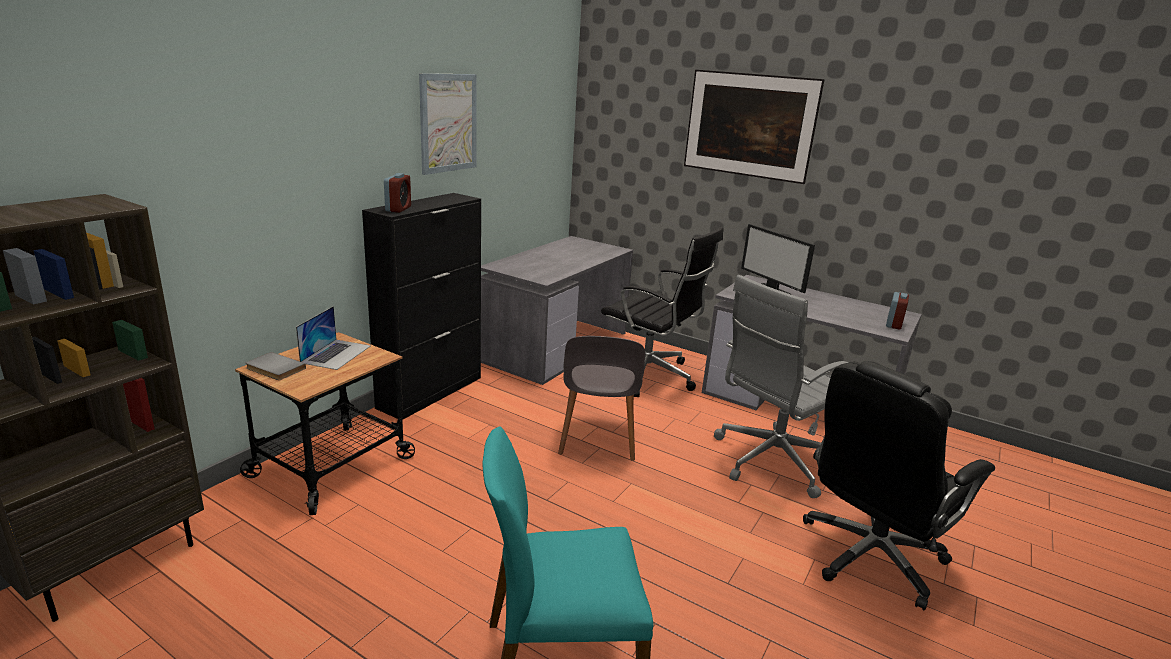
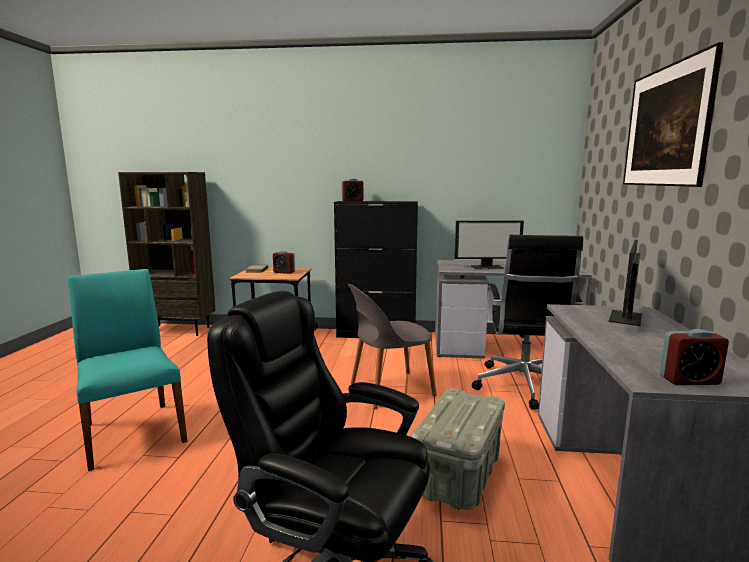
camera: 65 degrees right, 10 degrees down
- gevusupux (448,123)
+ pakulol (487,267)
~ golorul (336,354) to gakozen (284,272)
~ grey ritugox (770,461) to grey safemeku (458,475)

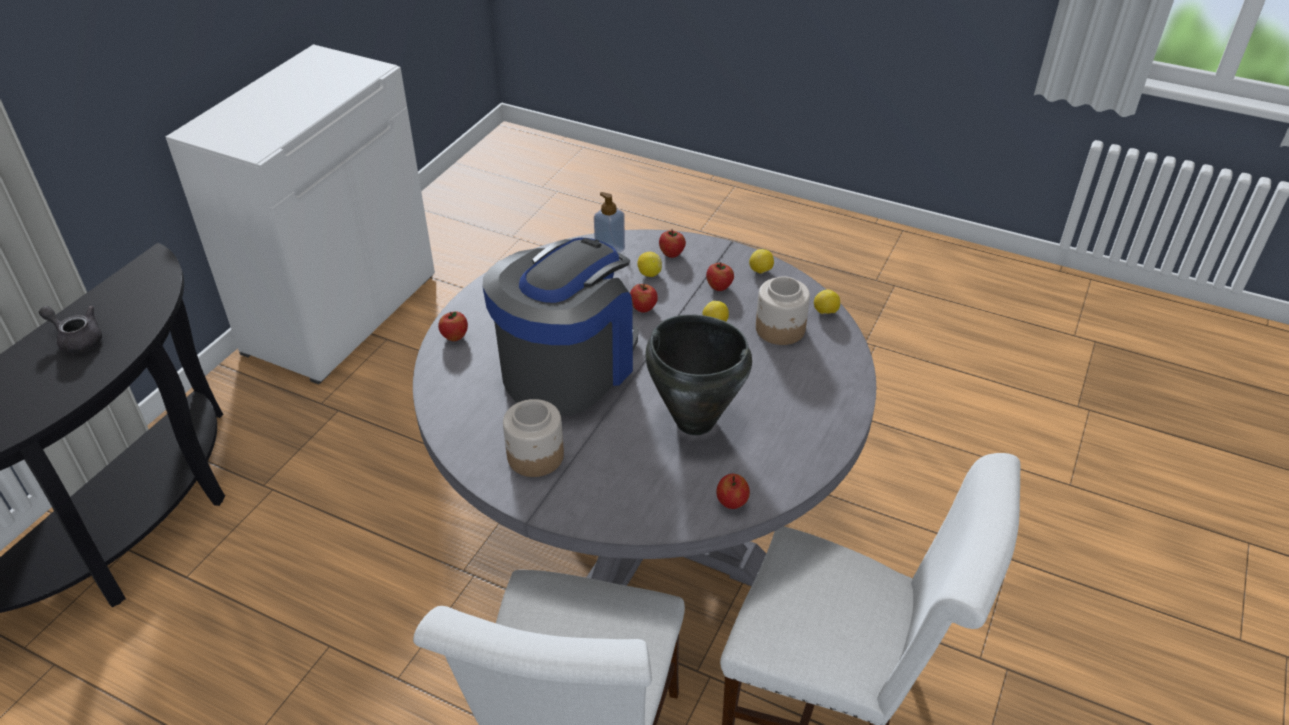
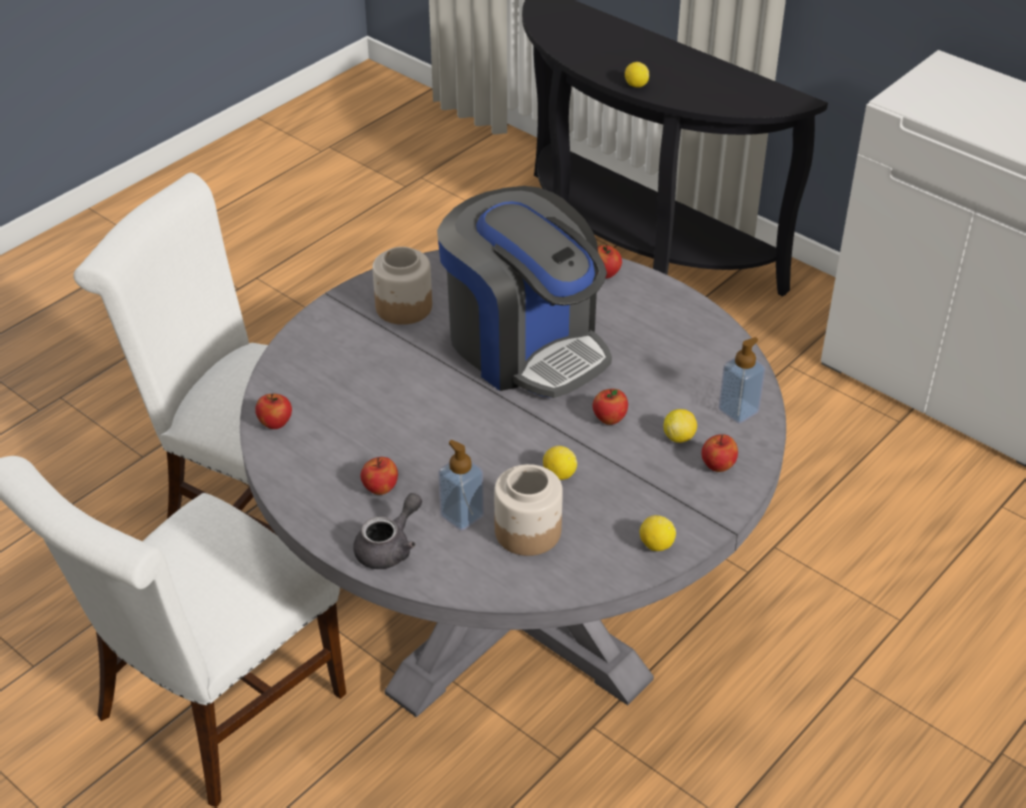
camera: 105 degrees right, 0 degrees up
- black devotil (694,420)
+ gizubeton (462,516)
~ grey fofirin (77,339) to (389,547)
~ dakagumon (719,287) to (380,488)
~ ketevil (825,312) to (636,85)

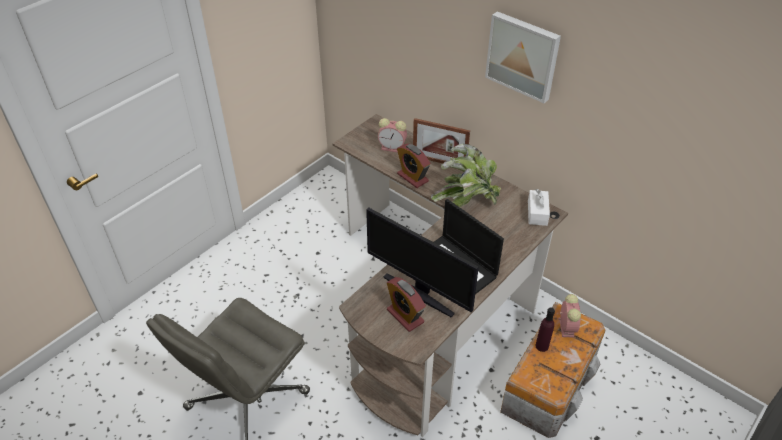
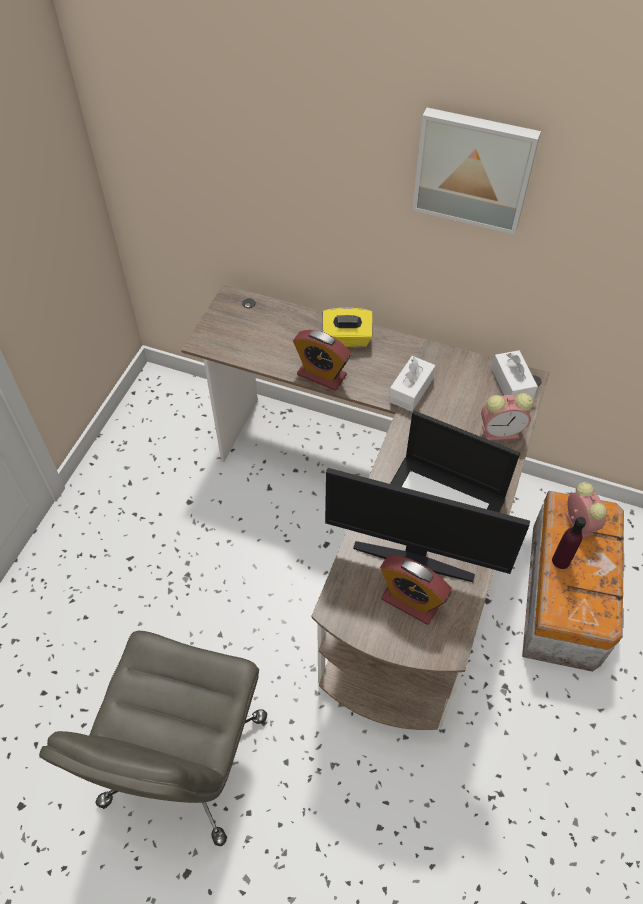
camera: 20 degrees left, 10 degrees up
~ gakozen (393,148) to (502,432)
~ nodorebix (439,161) to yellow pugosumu (346,339)
~ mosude (466,200) to white pugosumu (411,390)

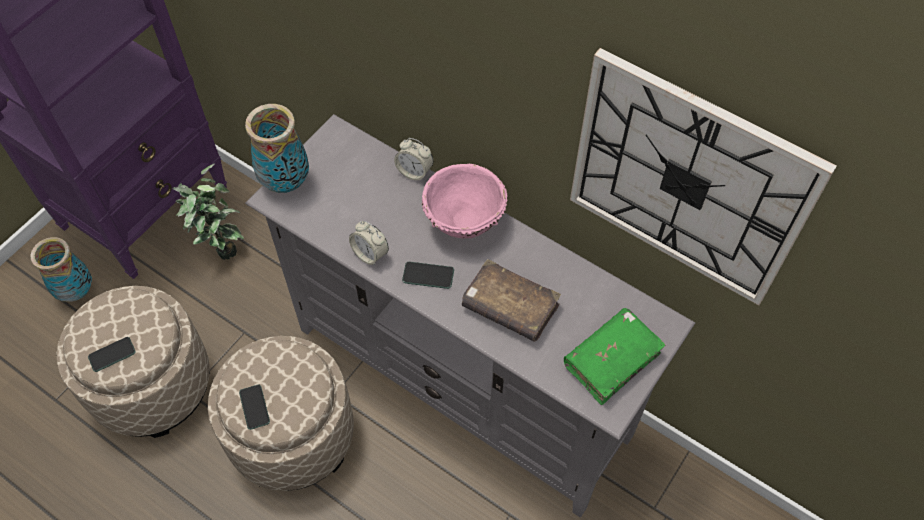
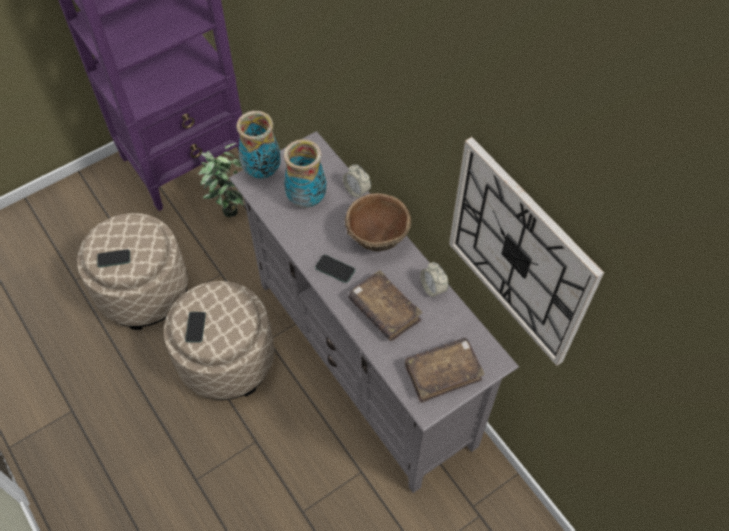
camera: 20 degrees right, 0 degrees up
~ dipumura (76,290) to (306,198)
~ gakozen (370,254) to (433,288)
~ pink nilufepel (463,221) to brown nilufepel (377,238)
~ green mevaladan (612,360) to brown mevaladan (443,373)

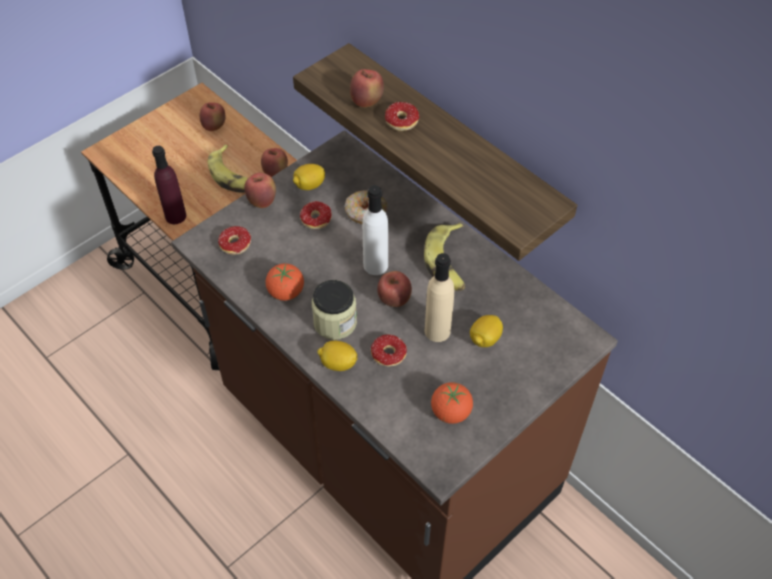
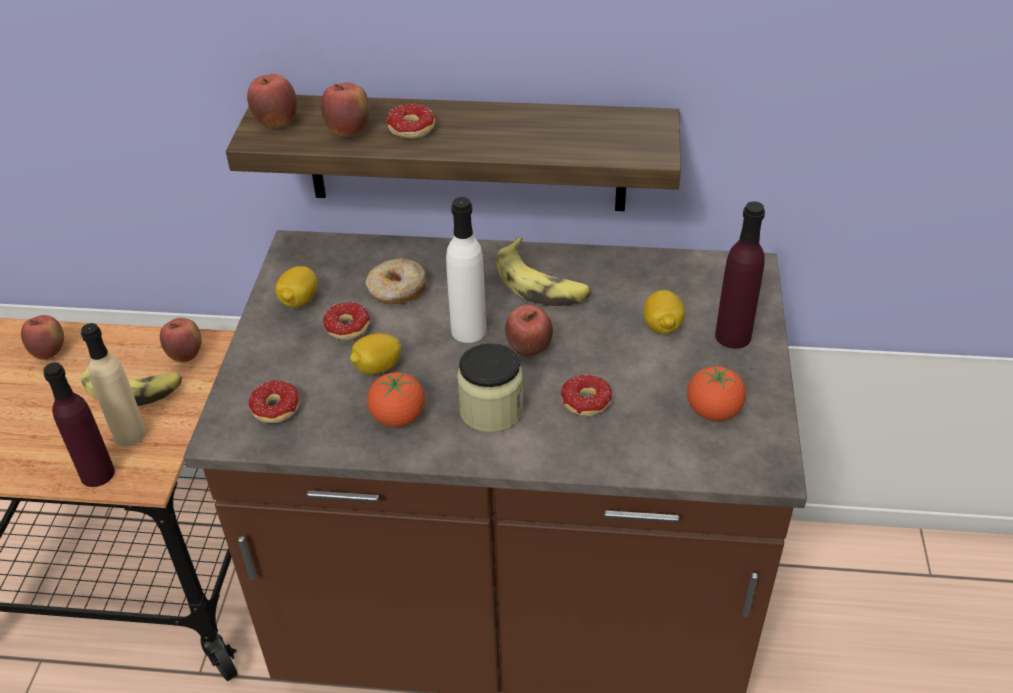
camera: 40 degrees left, 10 degrees down
+ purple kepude (733,336)
~ dakagumon (262,201) to (276,123)
~ ketevil (338,363) to (377,368)
~ beige kepude (437,331) to (129,434)

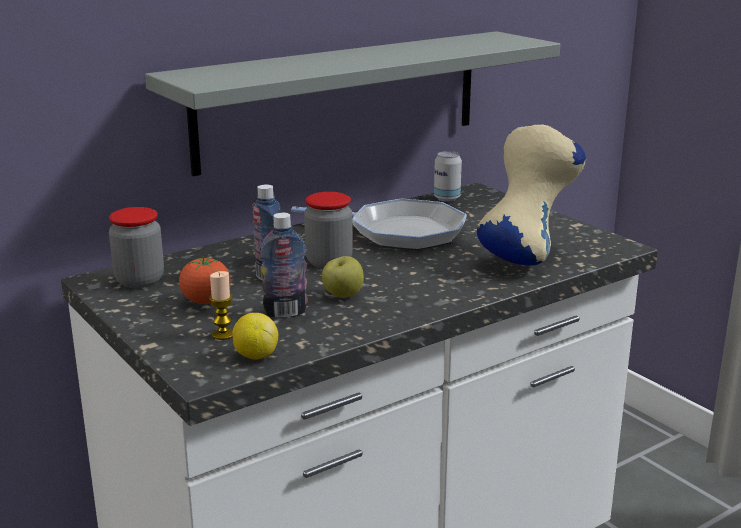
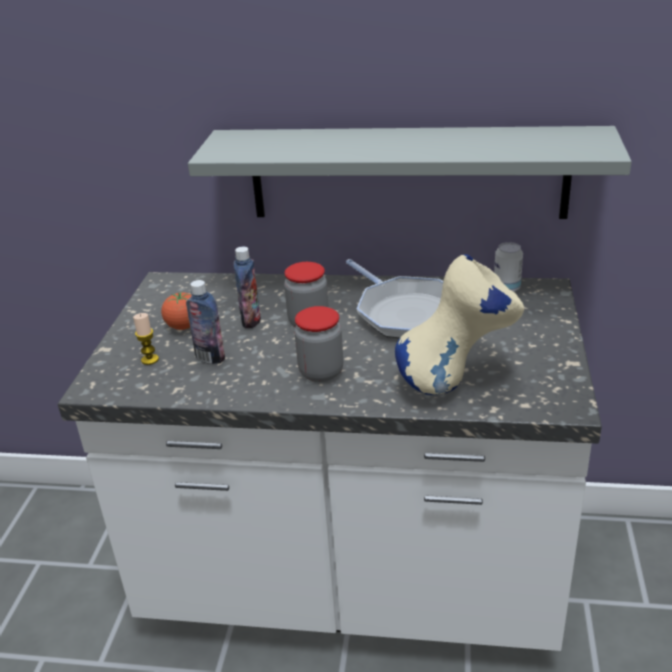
camera: 45 degrees right, 10 degrees up
- ketevil (256,355)
- dakagumon (343,296)
~ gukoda (139,281) to (321,372)

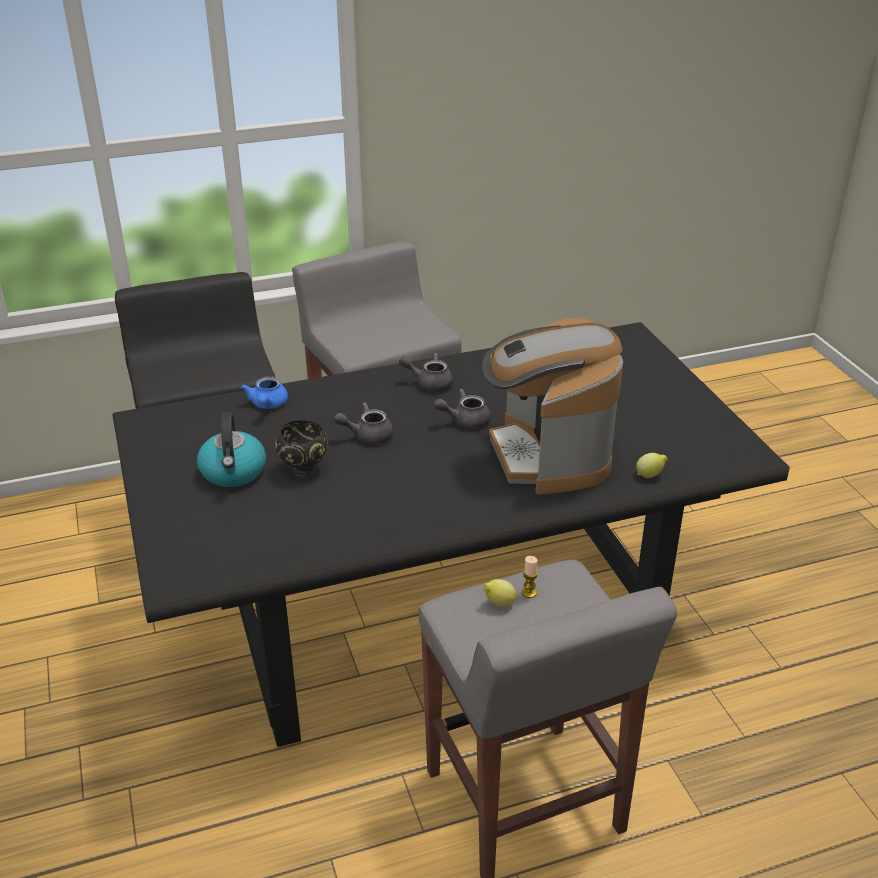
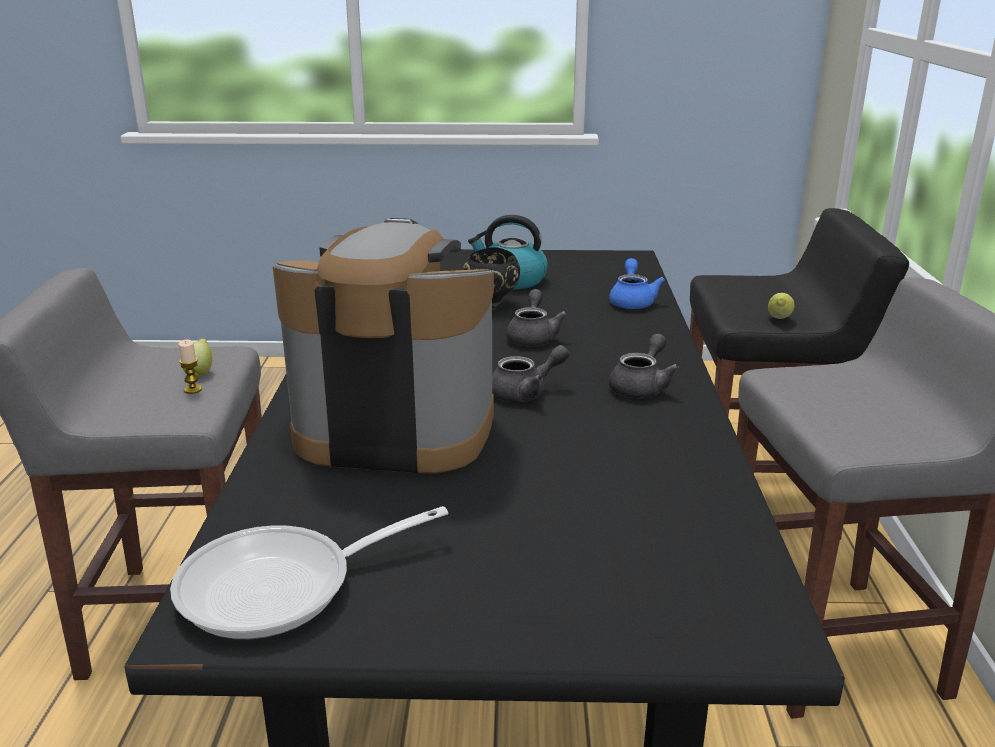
camera: 110 degrees right, 10 degrees down
+ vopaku (282,587)
~ ketevil (650,475) to (779,319)
~ blue fofirin (267,405) = (632,301) 75 degrees clockwise
~ grey fofirin (465,420) = (525,393) 60 degrees clockwise

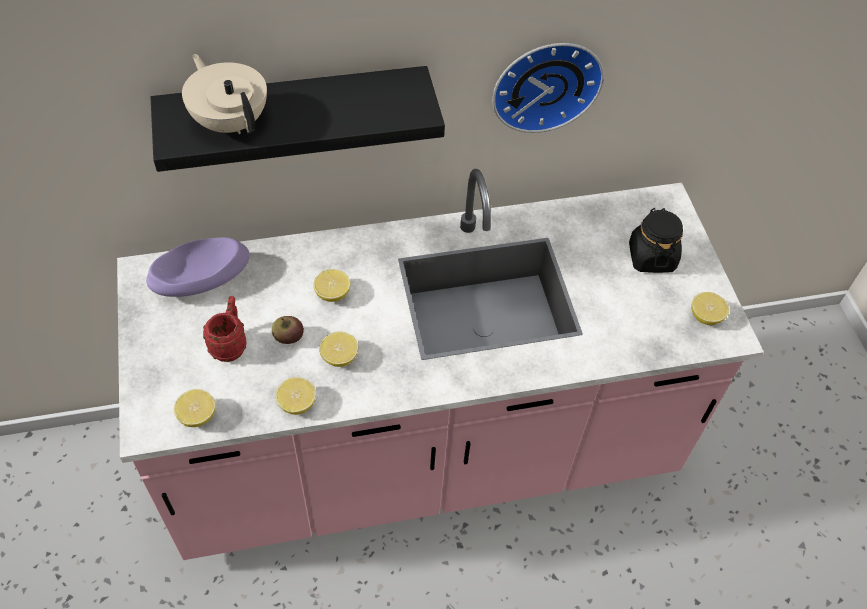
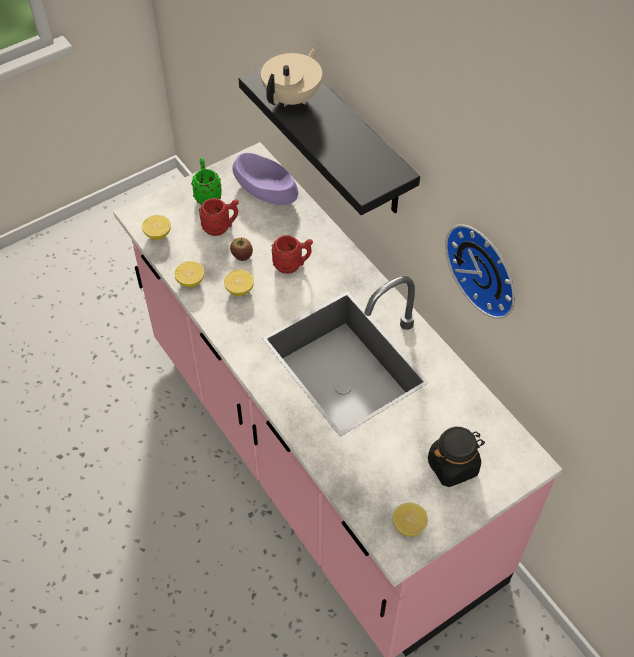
camera: 70 degrees right, 0 degrees up
+ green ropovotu (207,195)
~ ketevil (332,294) to red ropovotu (292,265)

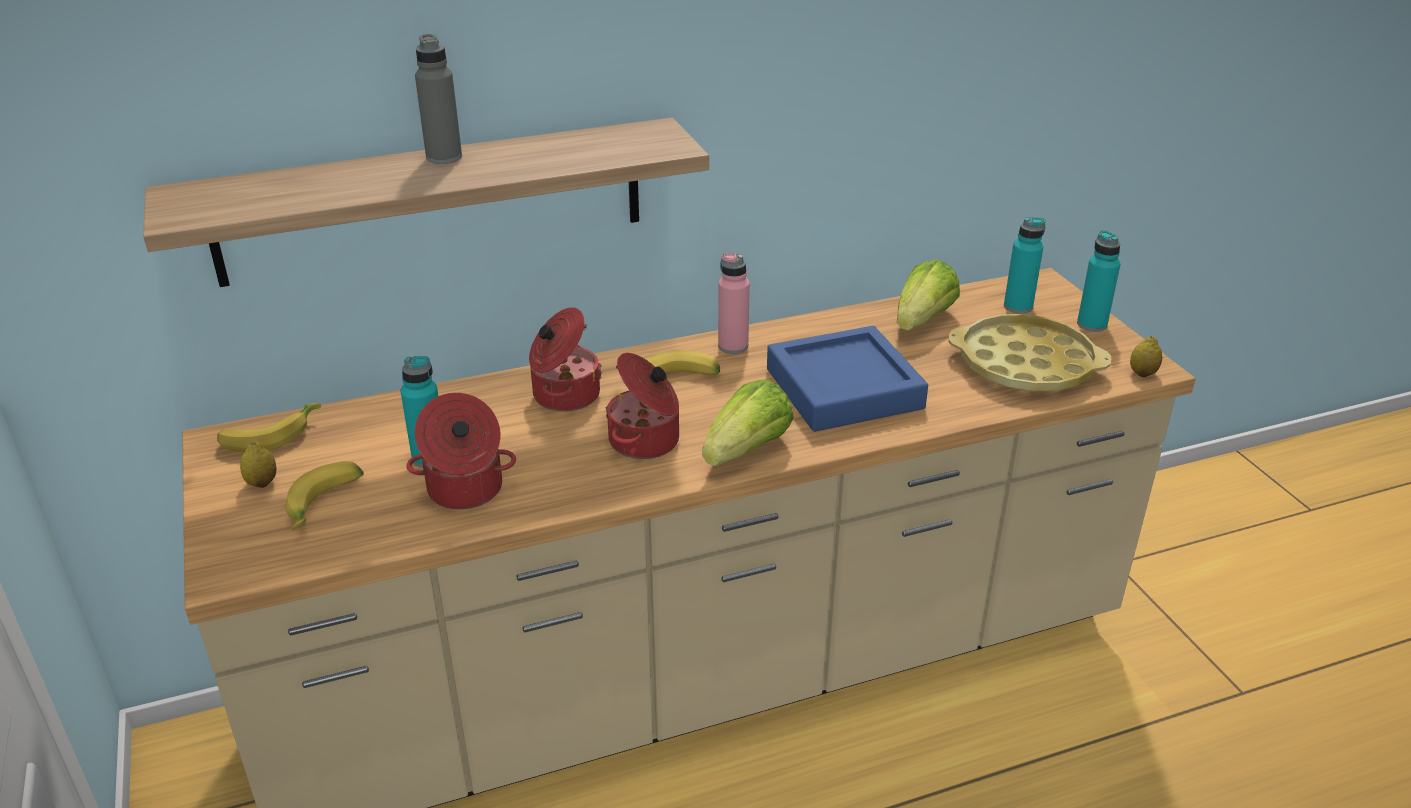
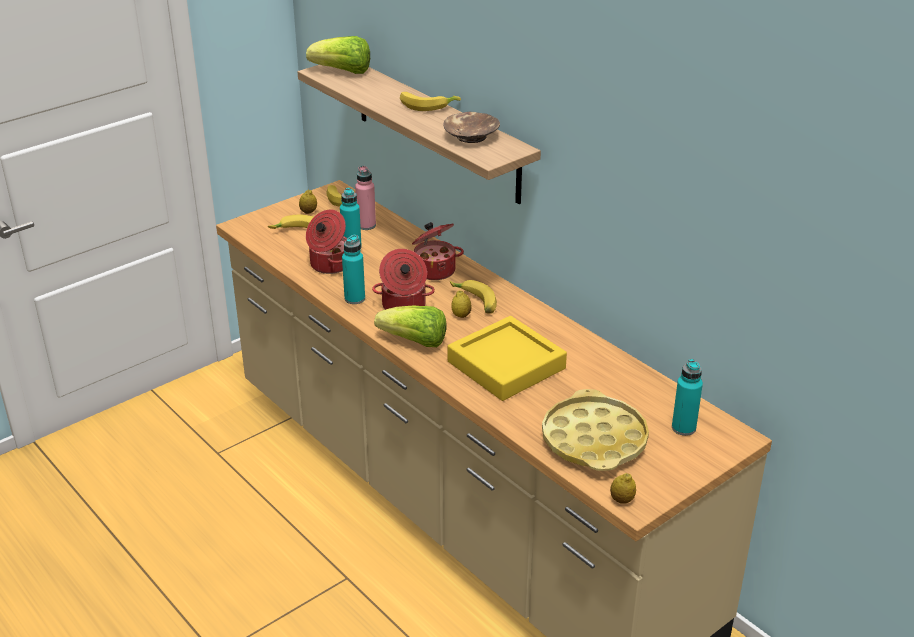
camera: 70 degrees right, 0 degrees up
+ brown nilufepel (472,136)
+ ketevil (461,315)
~ pink kepude (733,346) to (366,225)
~ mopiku (922,320) to (343,72)
~ turquoise kepude (1091,324) to (354,298)
~ grey kepude (444,157) to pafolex (427,105)
~ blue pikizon (844,389) to yellow pikizon (506,365)

